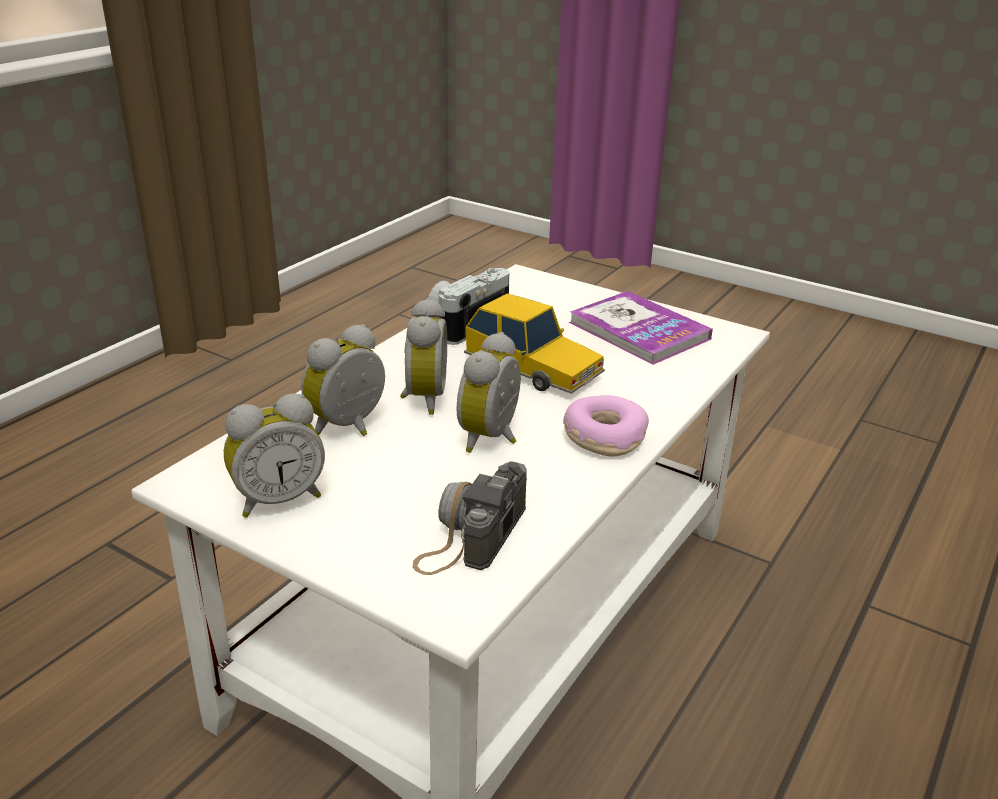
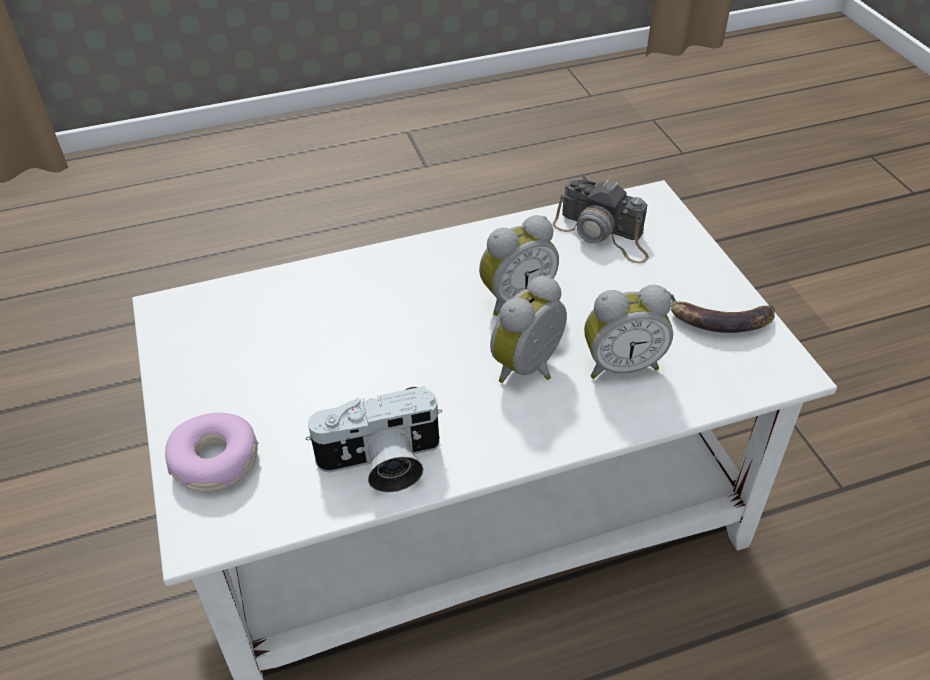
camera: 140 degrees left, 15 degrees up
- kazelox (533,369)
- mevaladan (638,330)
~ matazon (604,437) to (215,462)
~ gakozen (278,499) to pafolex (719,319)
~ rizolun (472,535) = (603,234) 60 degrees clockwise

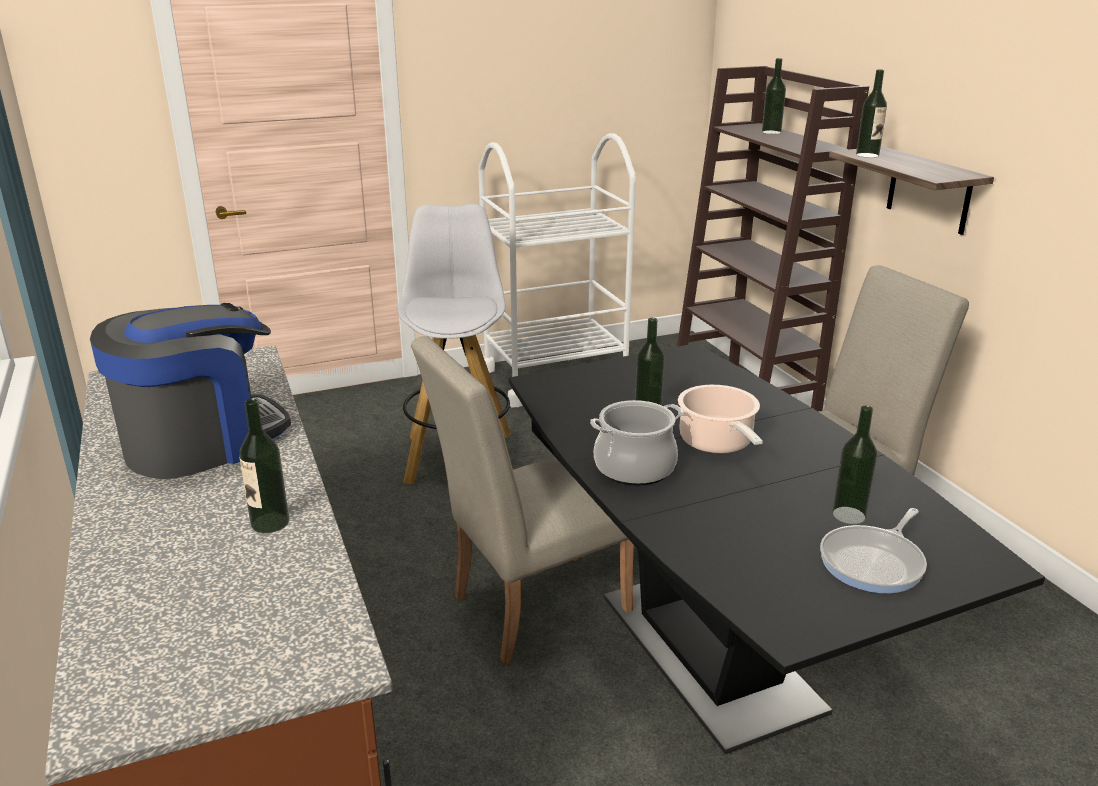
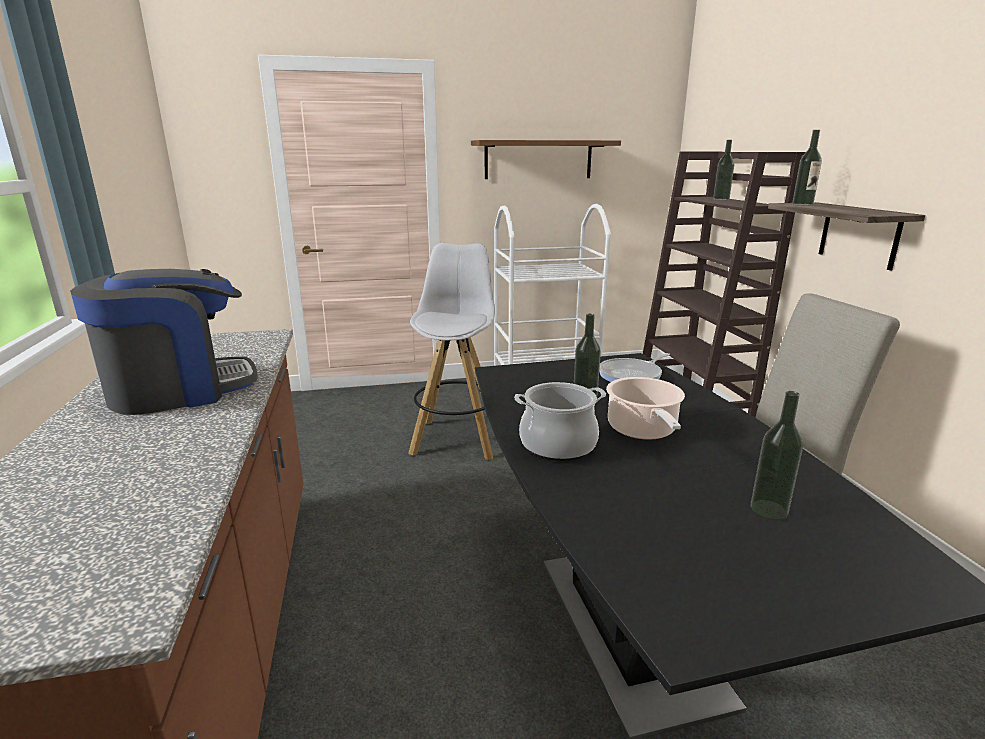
camera: 10 degrees right, 5 degrees down
- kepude (270,523)
- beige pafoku (528,609)
+ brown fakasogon (538,159)
~ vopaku (874,562) to (632,375)

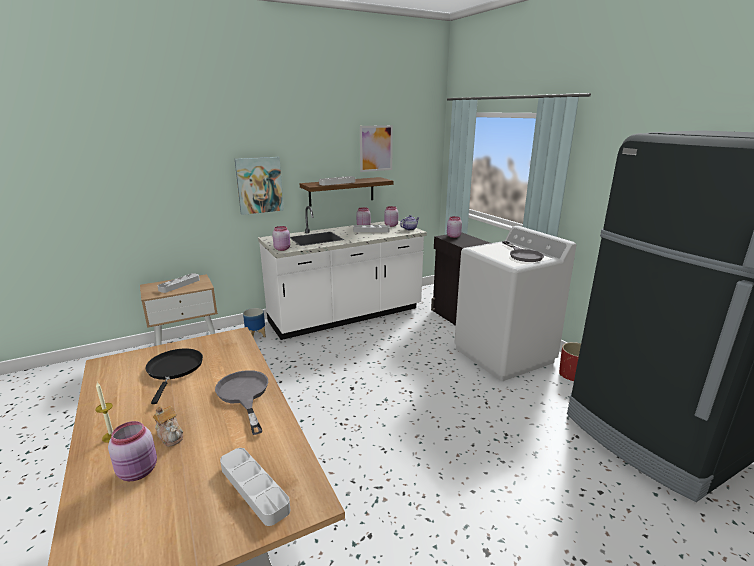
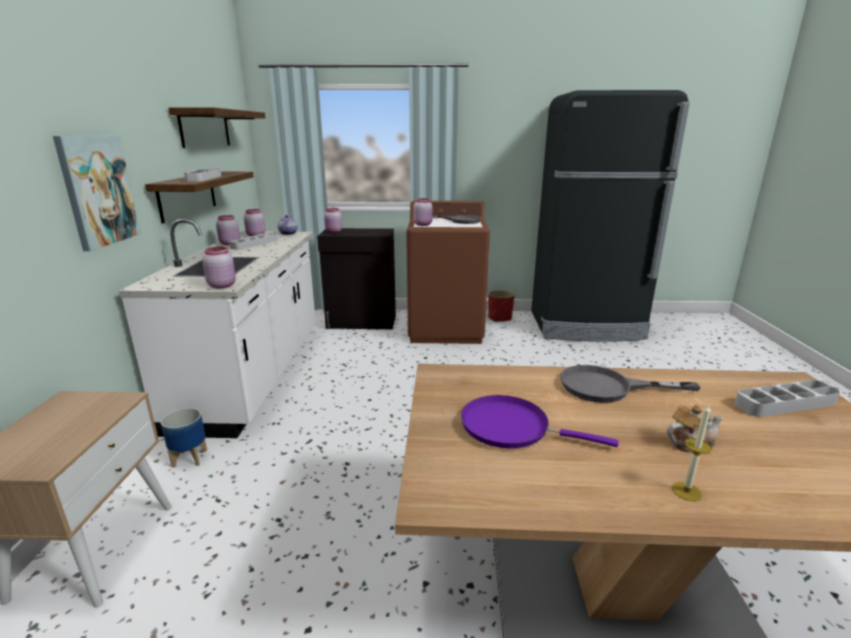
camera: 60 degrees left, 0 degrees up
- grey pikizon (179,285)
~ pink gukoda (139,471) to (423,224)
~ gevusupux (376,148) to fakasogon (205,128)
~ black vopaku (174,369) to purple vopaku (511,427)
~ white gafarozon (504,355) to brown gafarozon (446,329)

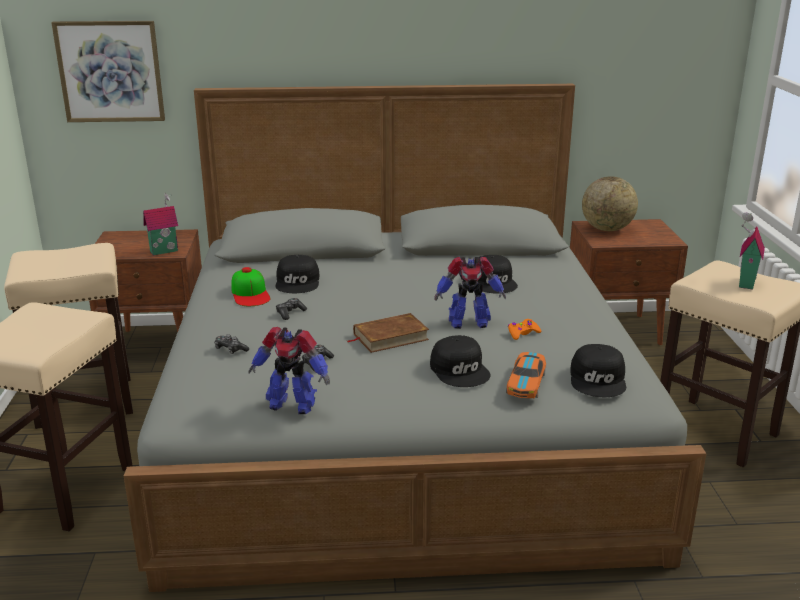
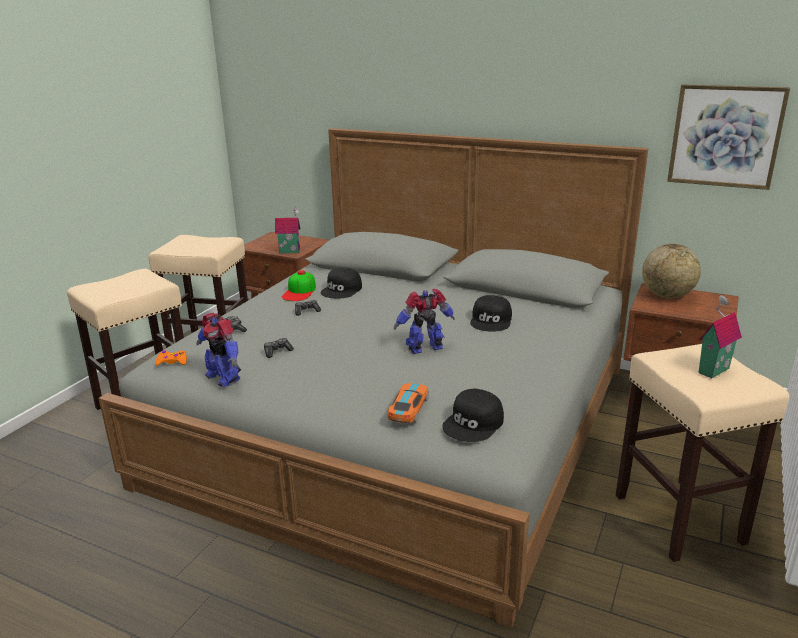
camera: 30 degrees right, 0 degrees up
- brown mevaladan (390,337)
- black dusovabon (460,370)
~ gevusupux (110,71) to (725,136)
~ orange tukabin (522,333) to (172,362)
~ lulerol (468,323) = (426,348) 135 degrees clockwise
~ kazelox (526,383) = (408,409) 150 degrees clockwise

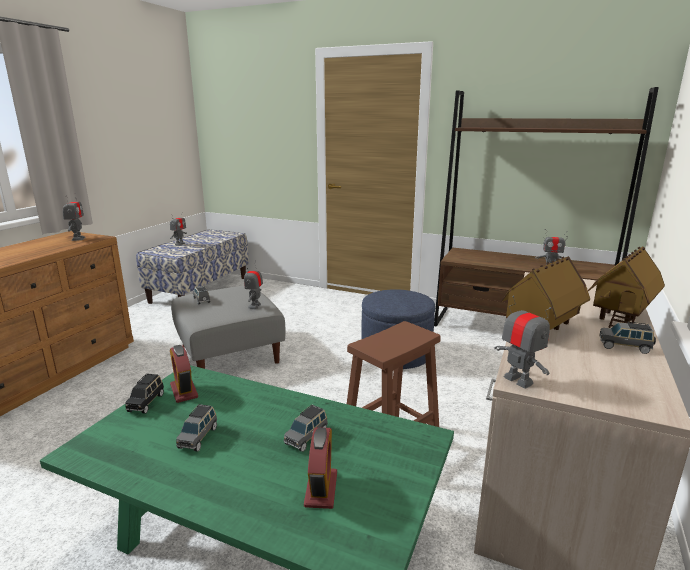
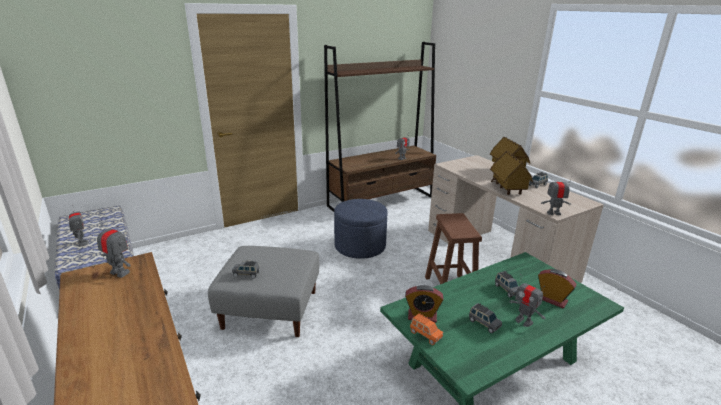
camera: 55 degrees left, 5 degrees up
~ lulerol (255,306) to (523,321)
~ black kazelox (146,402) to orange kazelox (425,335)

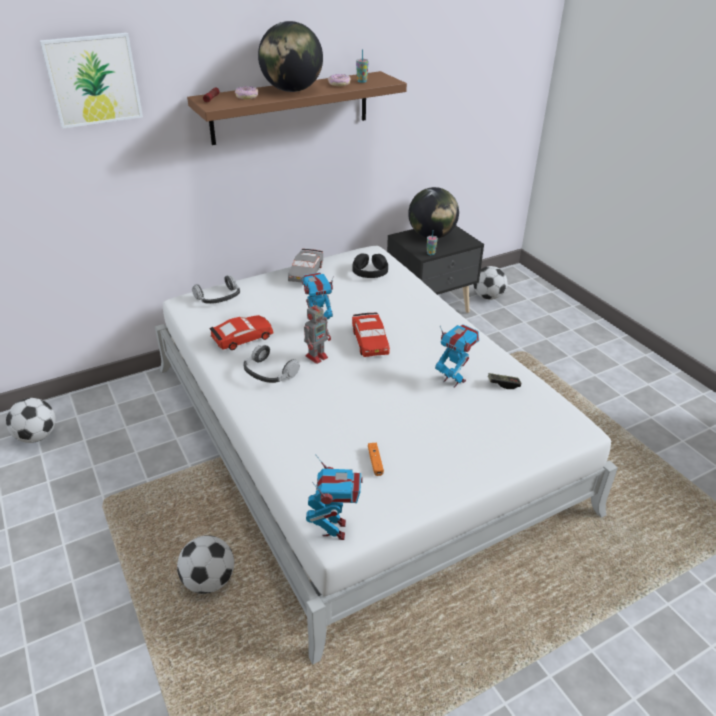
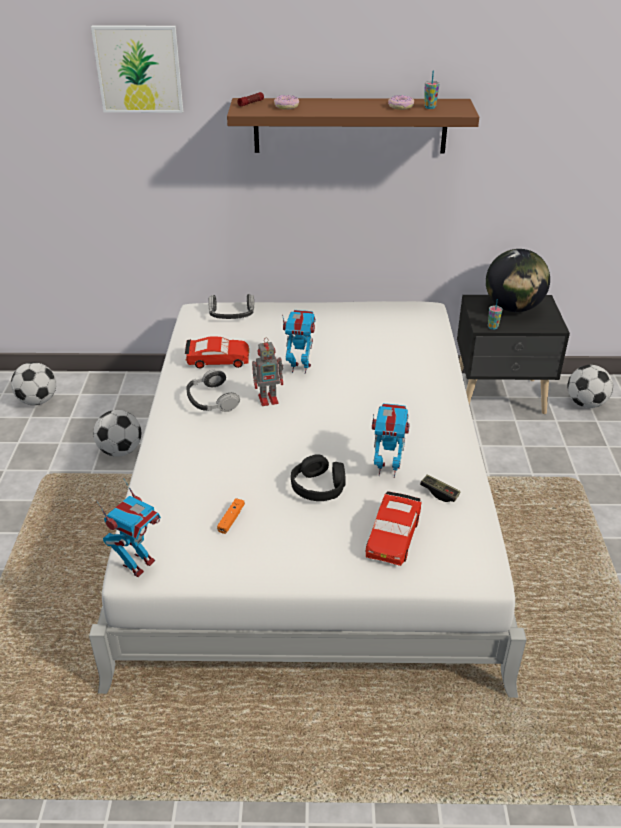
camera: 30 degrees right, 0 degrees up
- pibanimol (292,90)
- grey kazelox (305,272)
~ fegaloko (209,581) to (120,451)
~ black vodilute (370,272) to (318,486)
~ red kazelox (370,341) to (393,536)
~ lulerol (453,380) = (387,470) 60 degrees counterclockwise

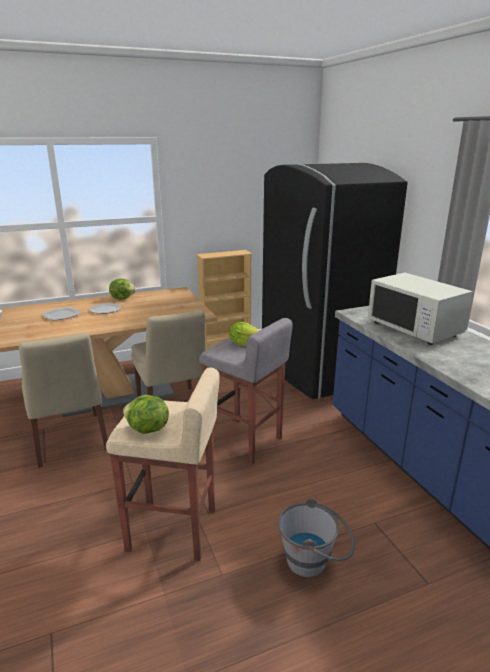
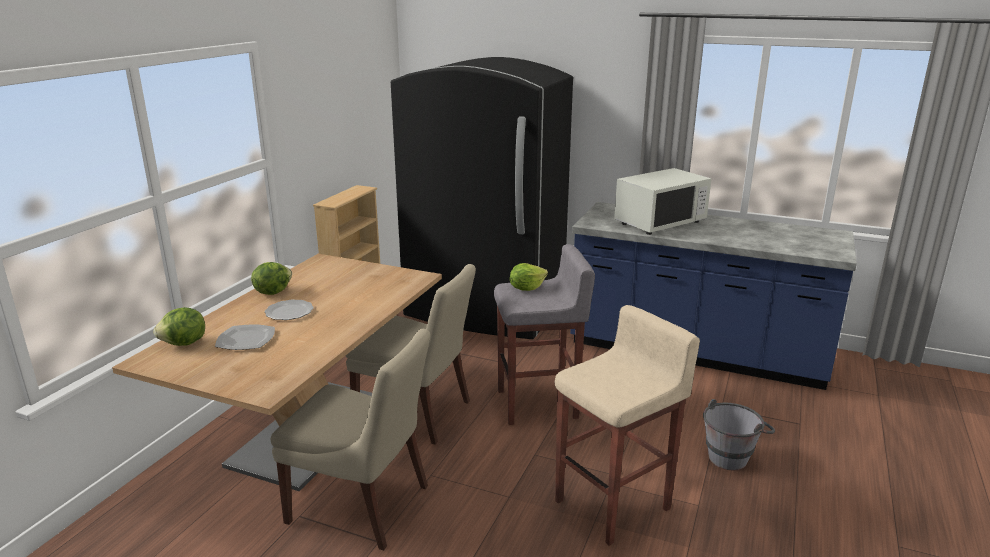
camera: 45 degrees left, 0 degrees up
~ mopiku (147,430) to (184,344)
~ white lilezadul (414,329) = (660,222) 45 degrees counterclockwise

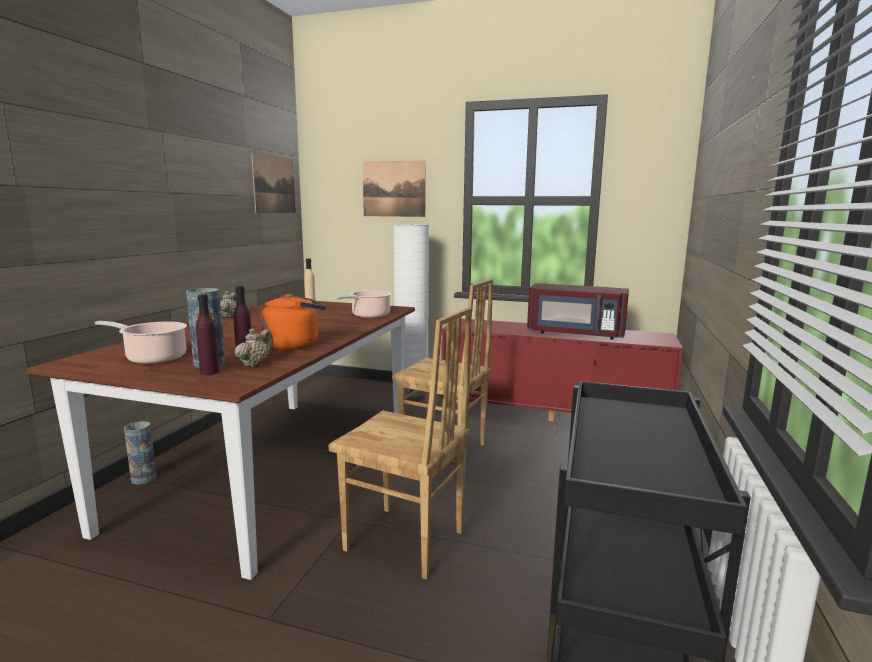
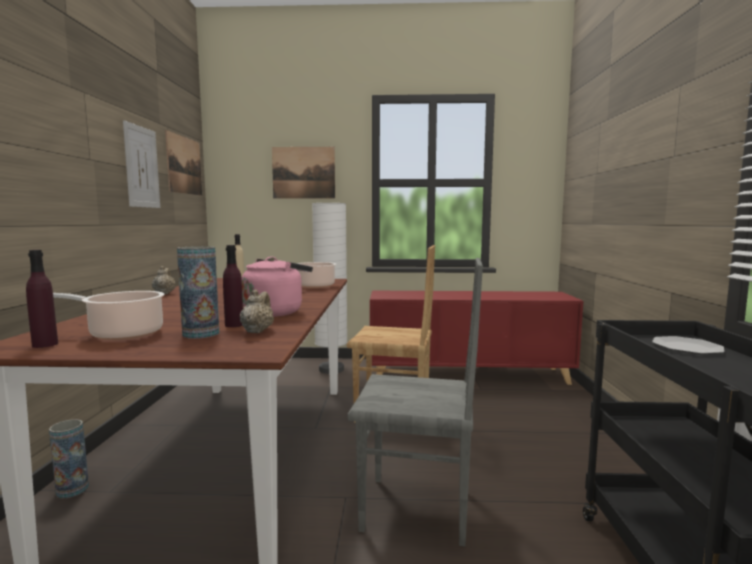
camera: 15 degrees left, 5 degrees down
- red lilezadul (575,334)
+ gevusupux (142,167)
+ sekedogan (686,348)
~ purple kepude (209,372) to (45,344)
~ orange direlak (295,345) to pink direlak (276,312)
~ brown pafoku (404,542) to grey pafoku (416,511)

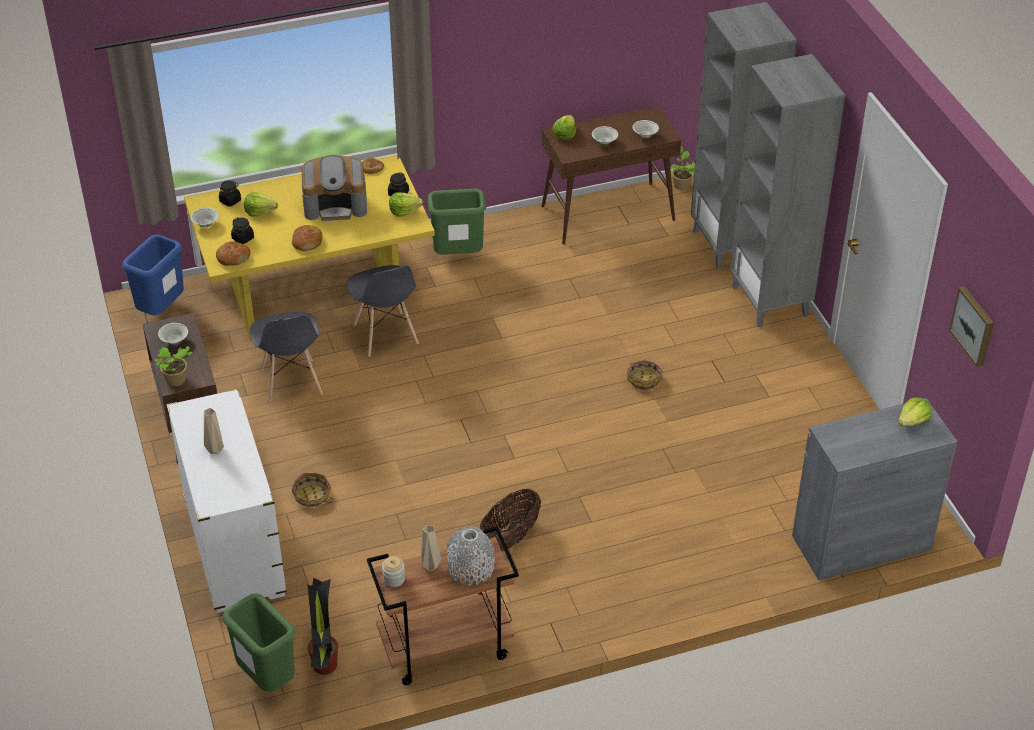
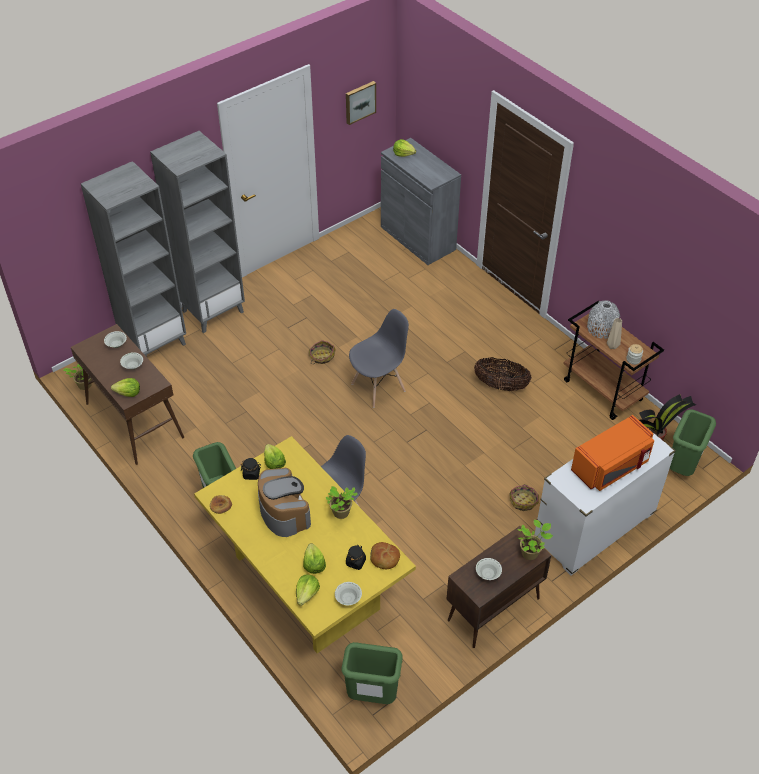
camera: 110 degrees left, 5 degrees up
~ grey pafoku (291,382) to (378,387)
~ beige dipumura (214,450) to orange lilezadul (611,466)
~ black gukoda (230,201) to mopiku (307,594)
~ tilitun (307,242) to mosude (341,513)
~ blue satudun (161,310) to green satudun (372,696)

